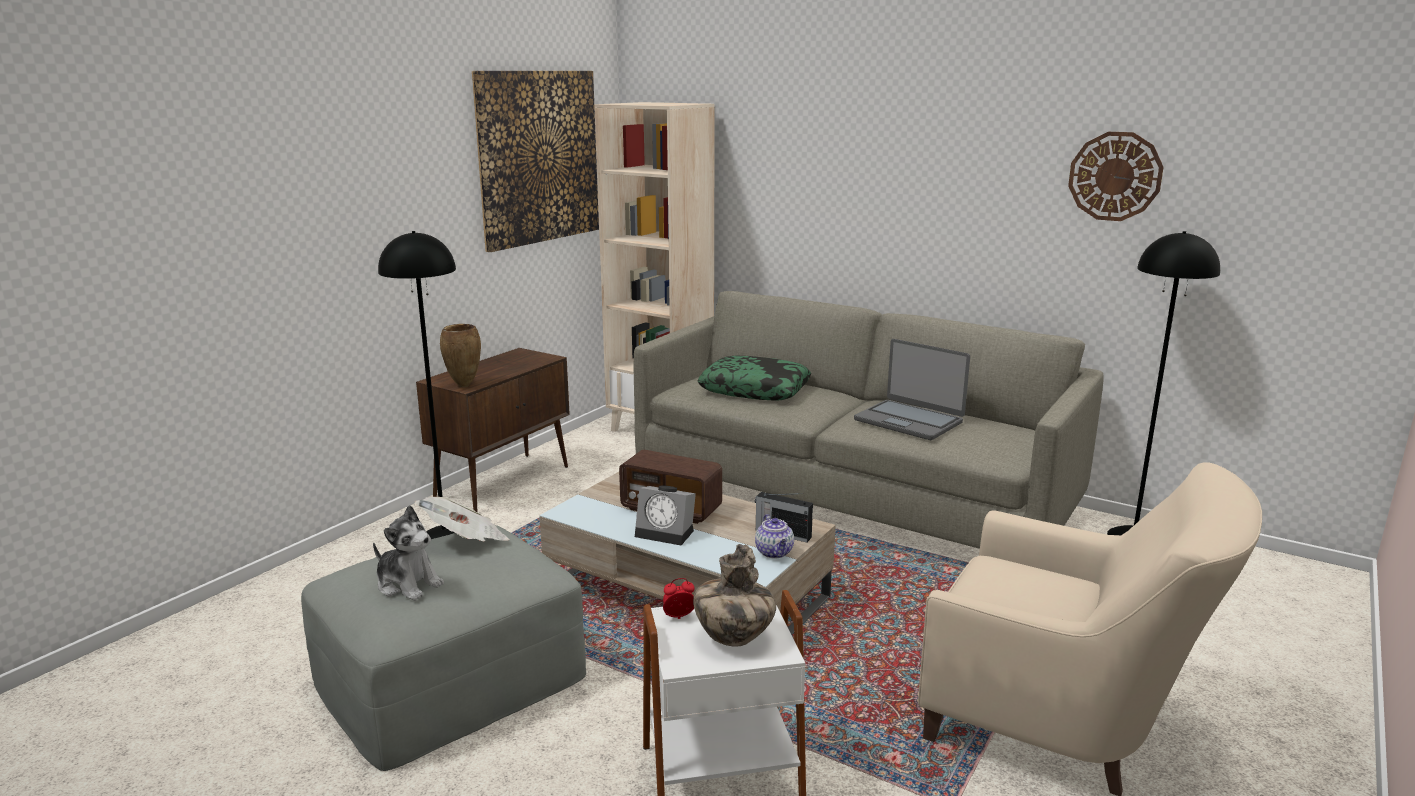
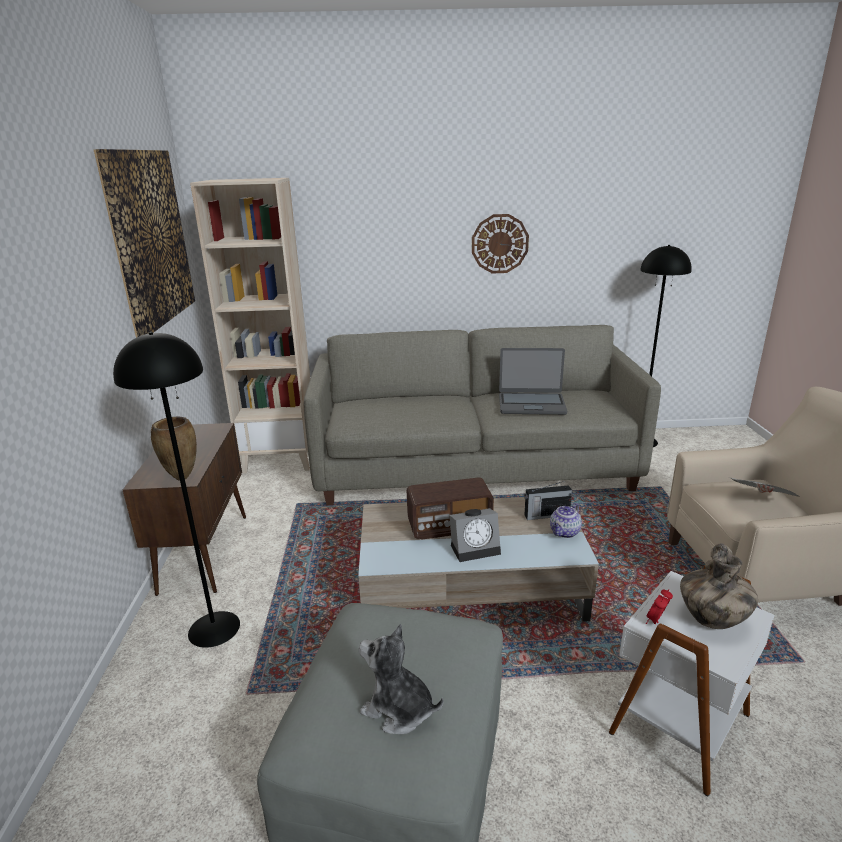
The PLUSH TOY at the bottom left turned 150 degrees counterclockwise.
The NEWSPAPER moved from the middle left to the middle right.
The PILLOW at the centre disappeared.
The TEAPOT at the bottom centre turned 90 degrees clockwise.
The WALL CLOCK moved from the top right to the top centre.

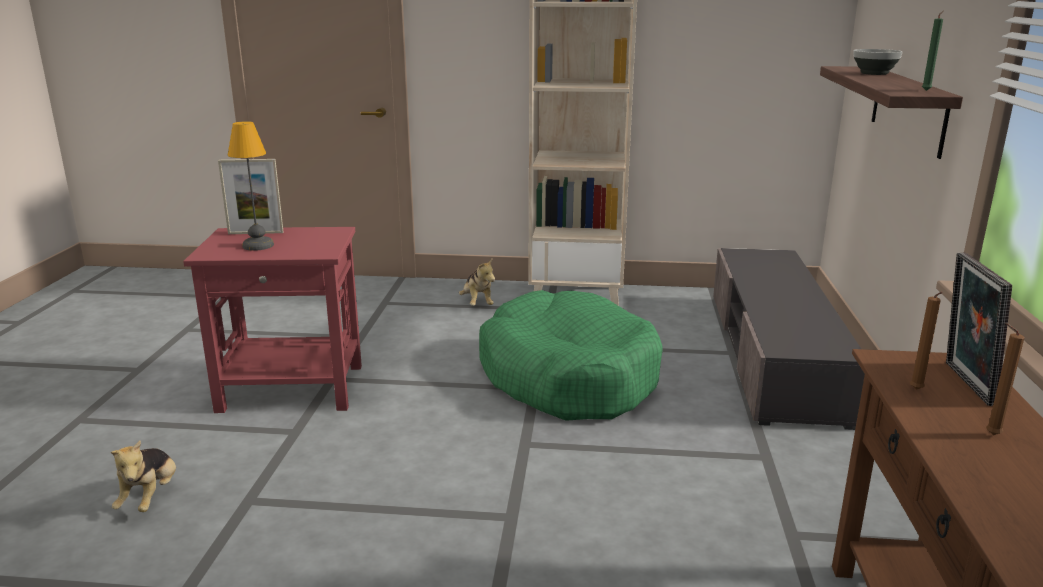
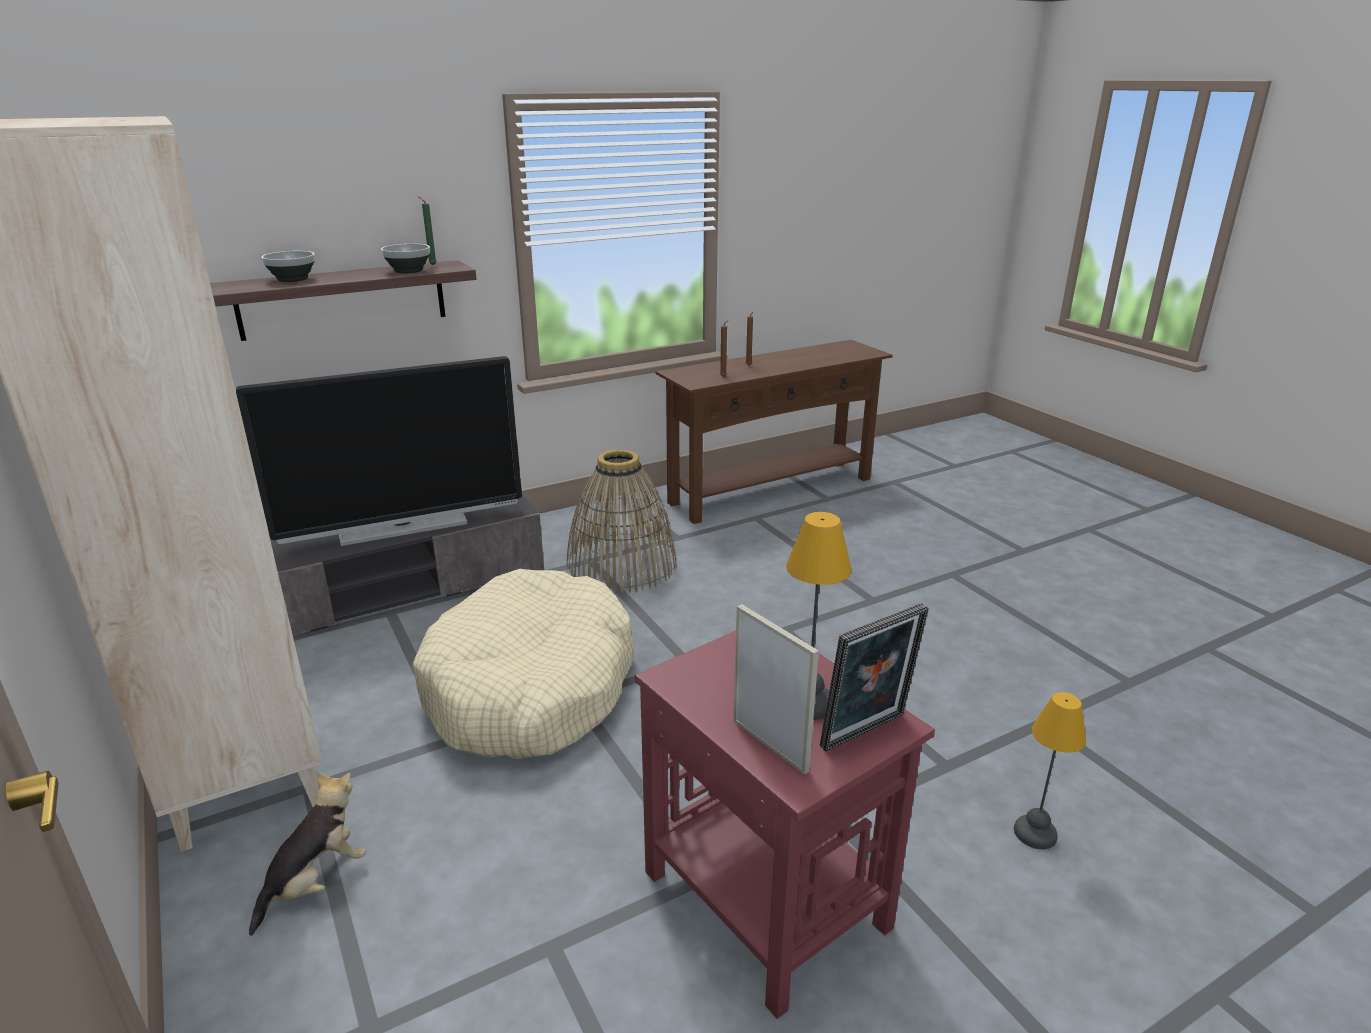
The PLUSH TOY (1st from left) at the bottom left was replaced by the TABLE LAMP (2nd from left) at the bottom right.
The GREEN DOG BED at the centre became the BEIGE DOG BED at the centre.
The PICTURE FRAME (2nd from left) moved from the middle right to the centre.
The TELEVISION at the middle left appeared.
The BOWL (2nd from left) at the top left appeared.
The BASKET at the centre appeared.

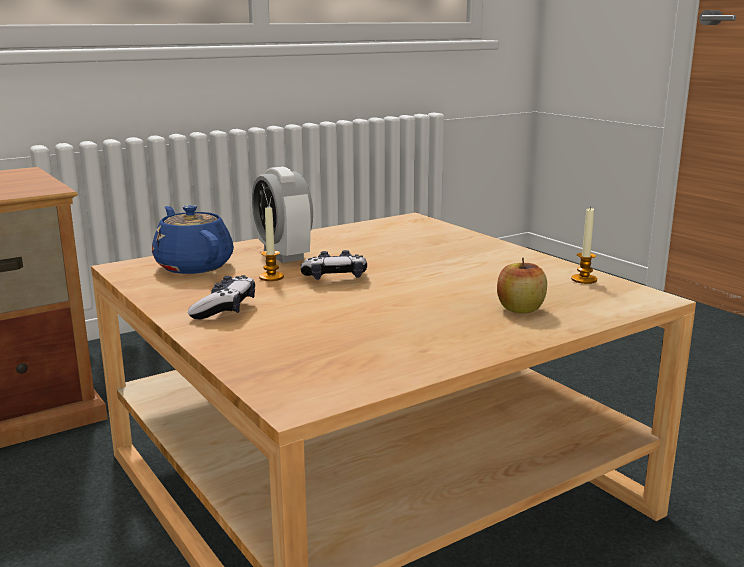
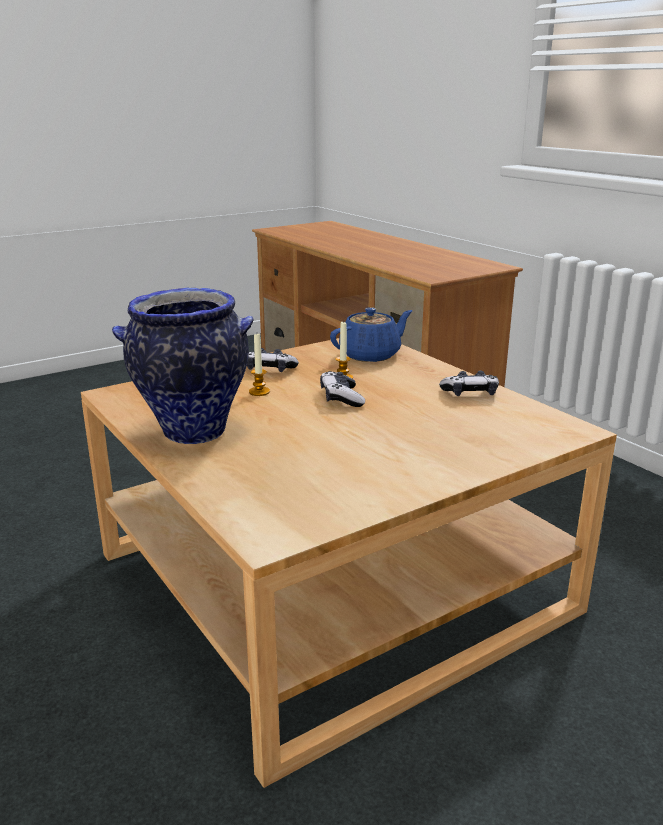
The ALARM CLOCK at the centre disappeared.
The APPLE at the middle right disappeared.
The CANDLE (2nd from left in the first image) moved from the middle right to the centre.
The VASE at the middle left appeared.
The GAME CONTROLLER (3rd from left) at the middle right appeared.

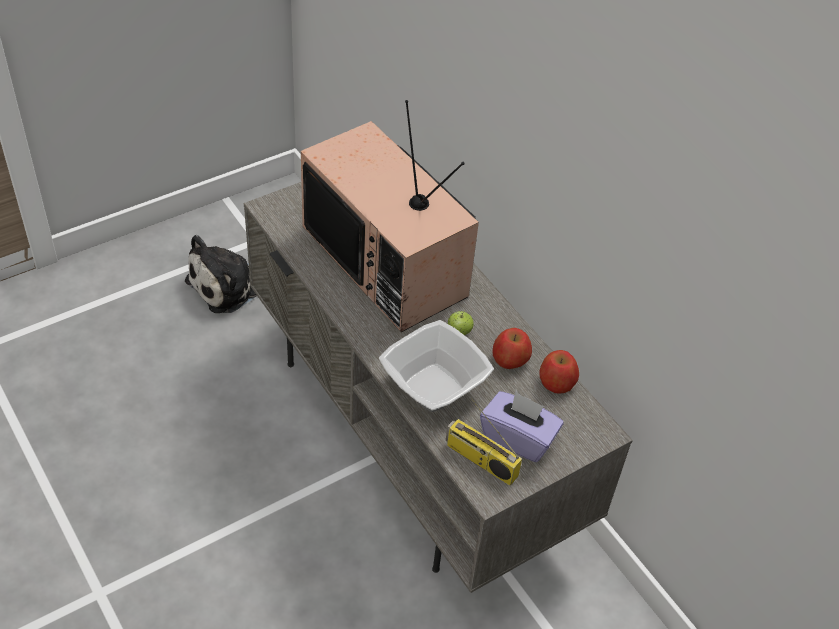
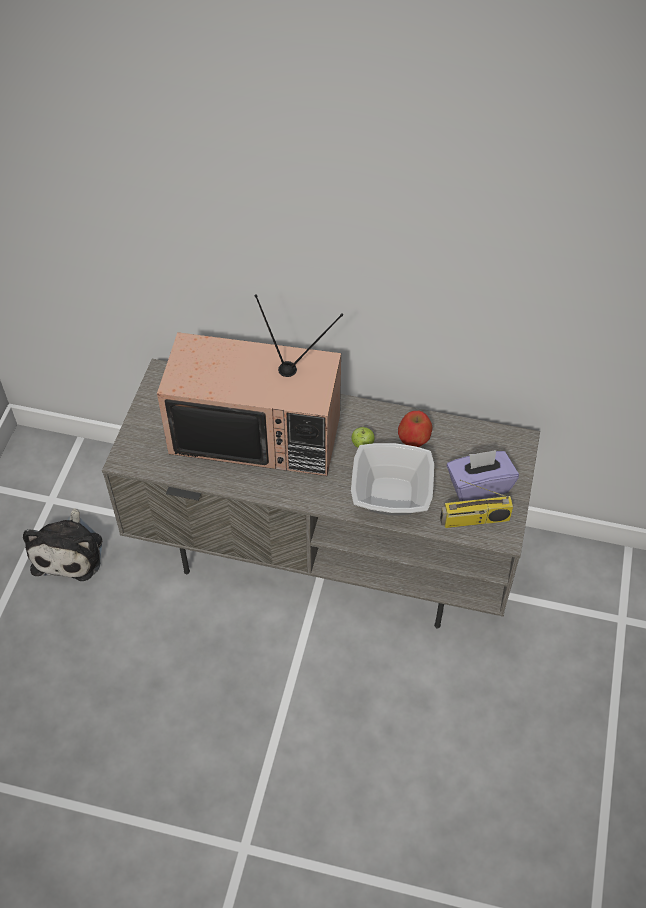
The APPLE (3rd from left) at the centre disappeared.

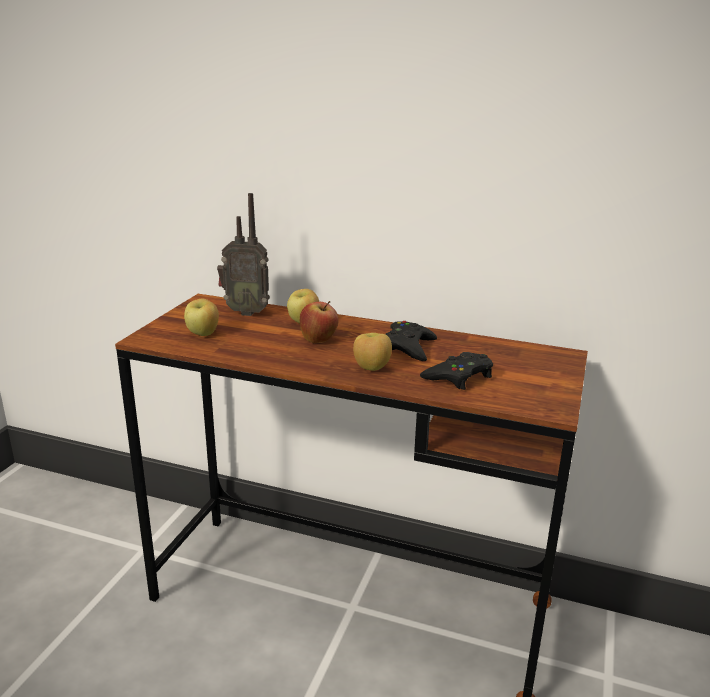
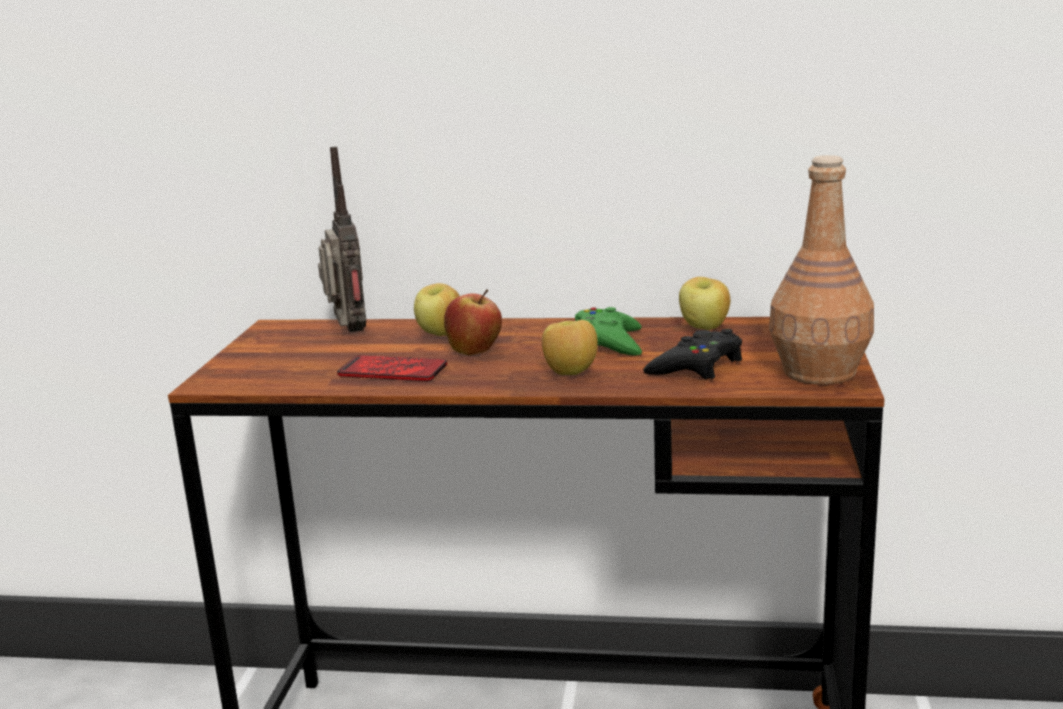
The APPLE (1st from left in the first image) moved from the middle left to the centre.
The RADIO at the centre turned 105 degrees counterclockwise.
The BLACK GAME CONTROLLER (1st from left) at the centre became the GREEN GAME CONTROLLER at the centre.
The PHONE at the centre appeared.
The BROWN BOTTLE at the middle right appeared.

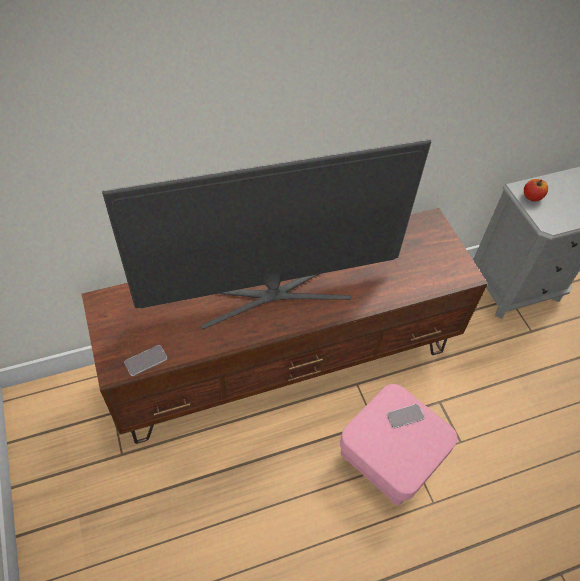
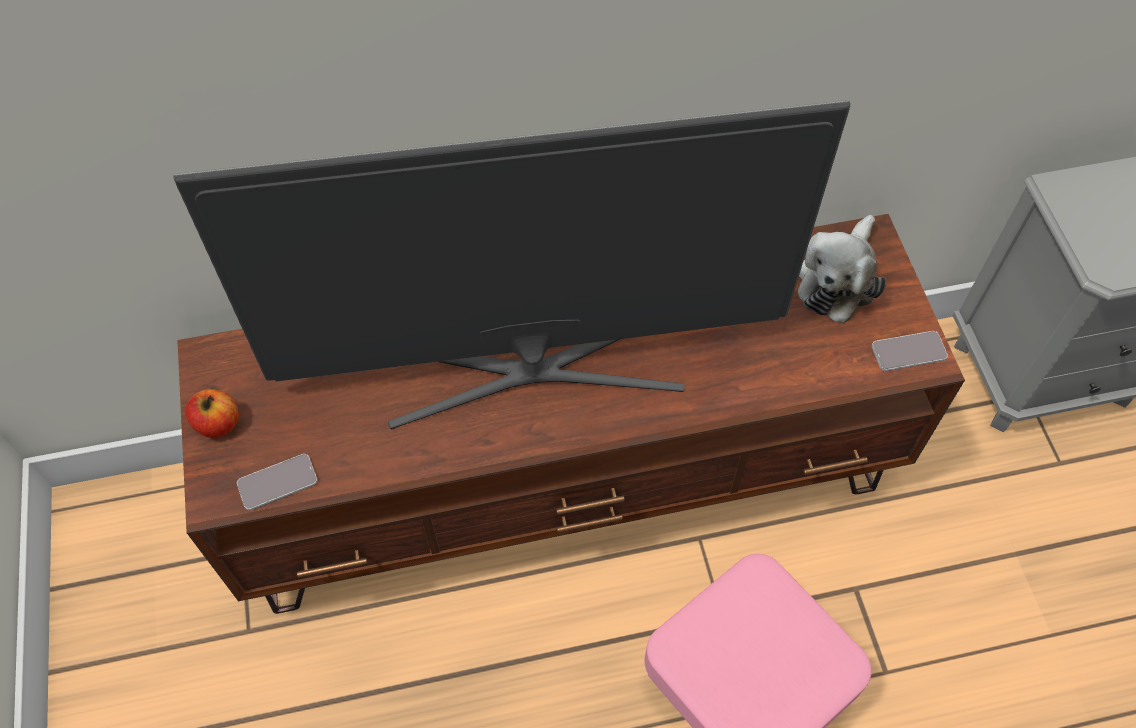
The PHONE (2nd from left) moved from the bottom right to the middle right.
The APPLE moved from the top right to the middle left.
The PLUSH TOY at the middle right appeared.

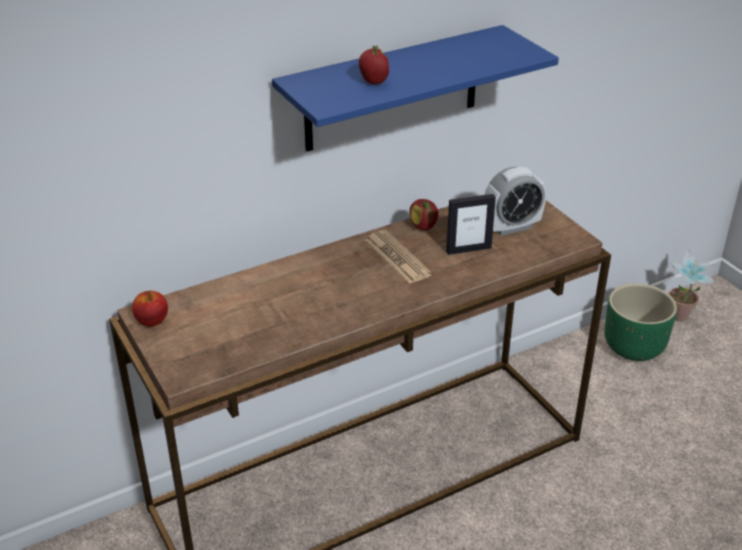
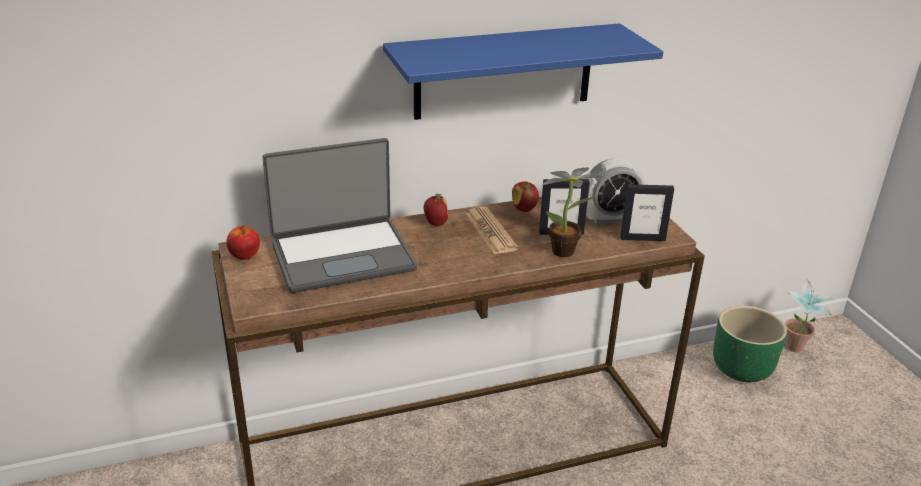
The APPLE (2nd from left) moved from the top centre to the centre.
The LAPTOP at the centre appeared.
The POTTED PLANT (1st from left) at the centre appeared.
The PICTURE FRAME (2nd from left) at the middle right appeared.

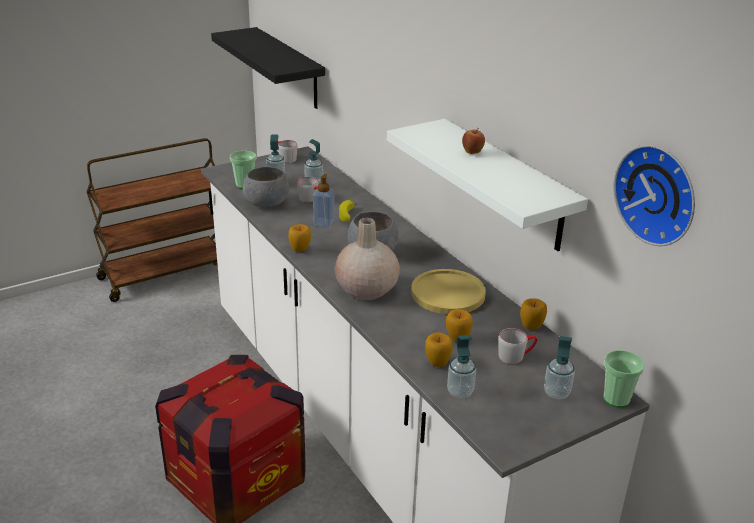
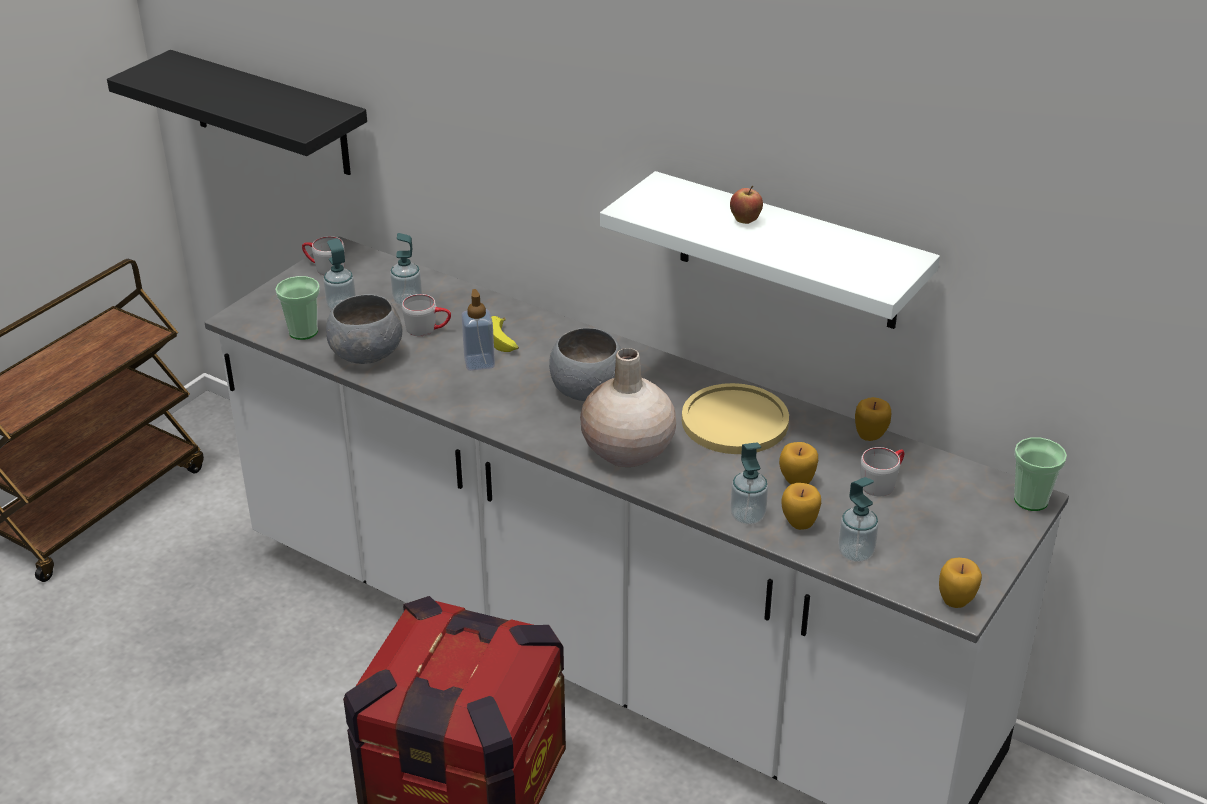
The APPLE (1st from left in the first image) moved from the centre to the bottom right.
The SOAP DISPENSER (5th from left in the first image) moved from the bottom right to the centre.
The WALL CLOCK at the middle right disappeared.

